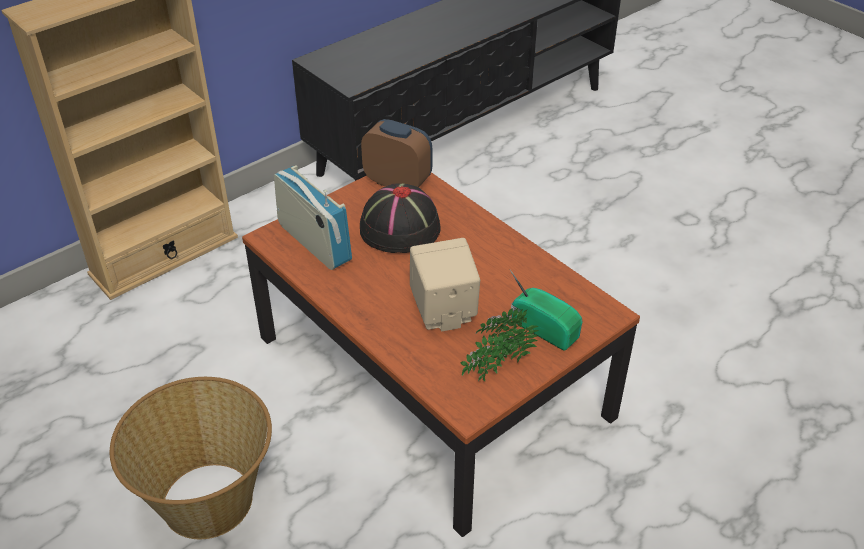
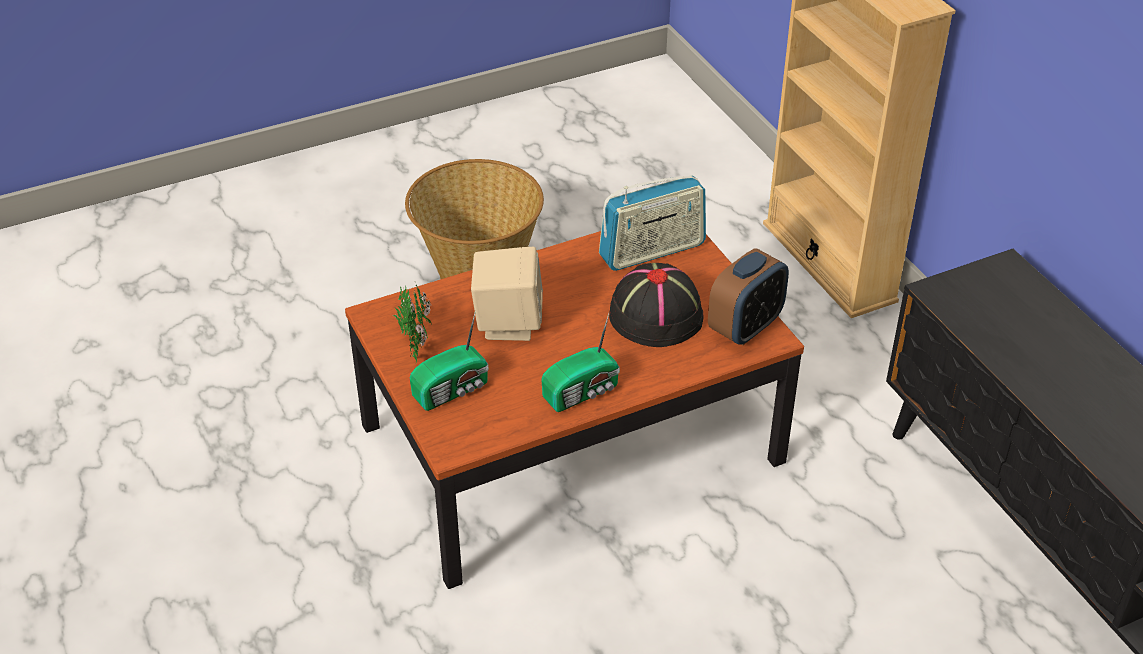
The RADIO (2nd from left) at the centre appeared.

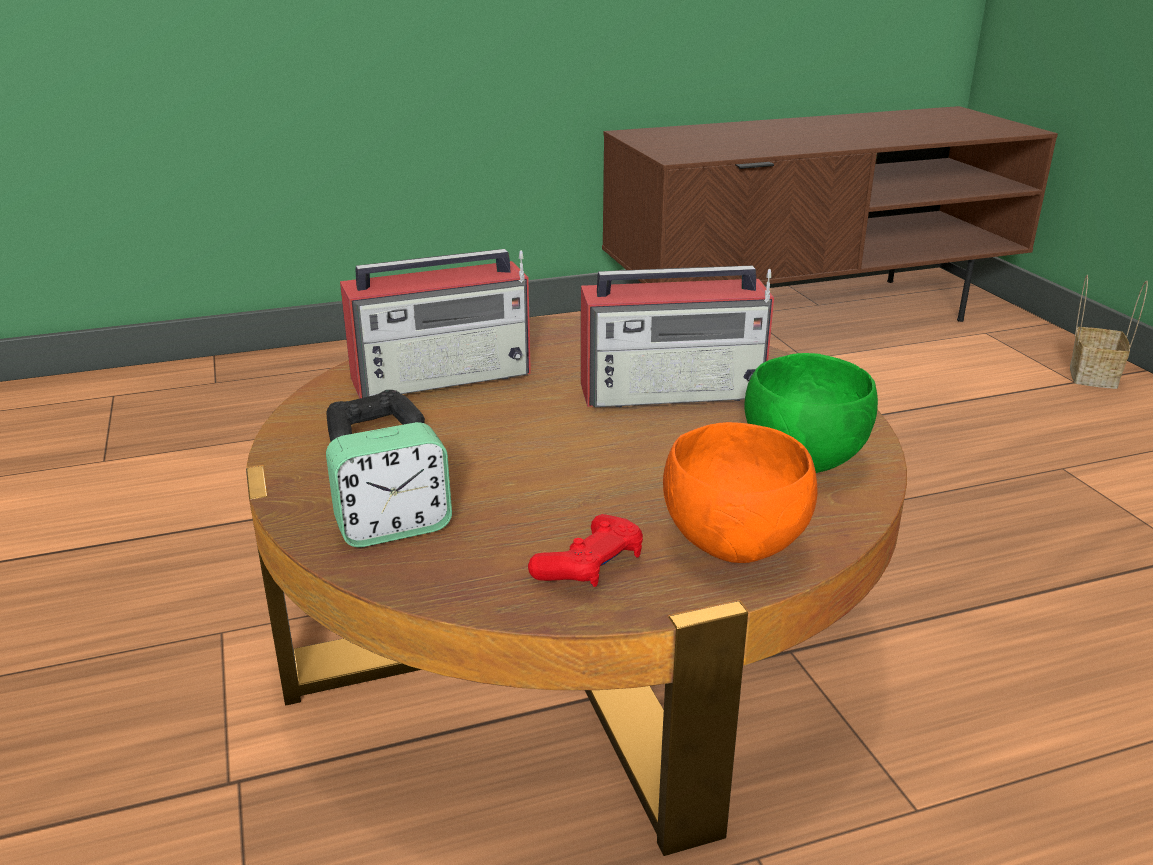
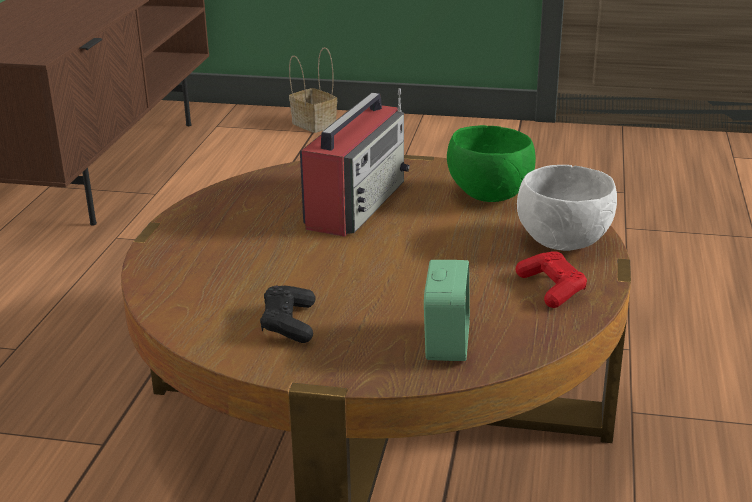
The RADIO (1st from left) at the centre disappeared.
The ORANGE BOWL at the centre became the WHITE BOWL at the middle right.

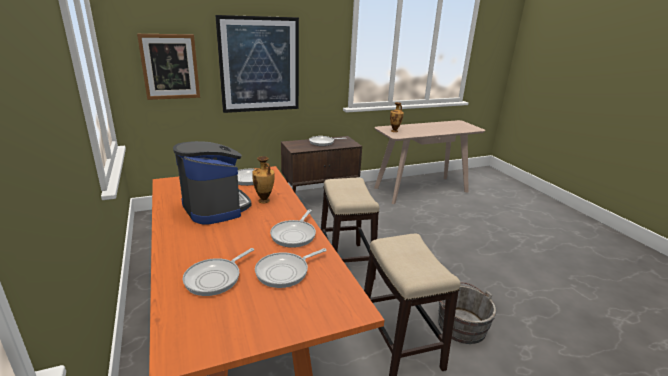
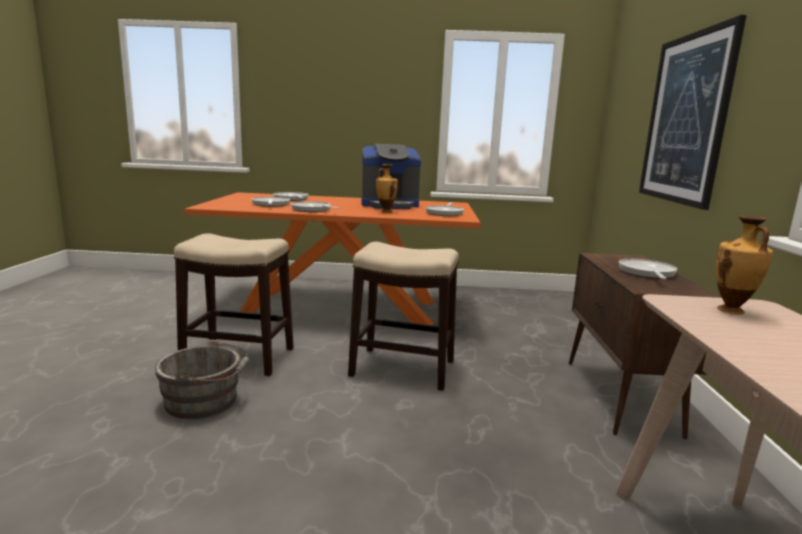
The PICTURE (1st from left) at the top left disappeared.

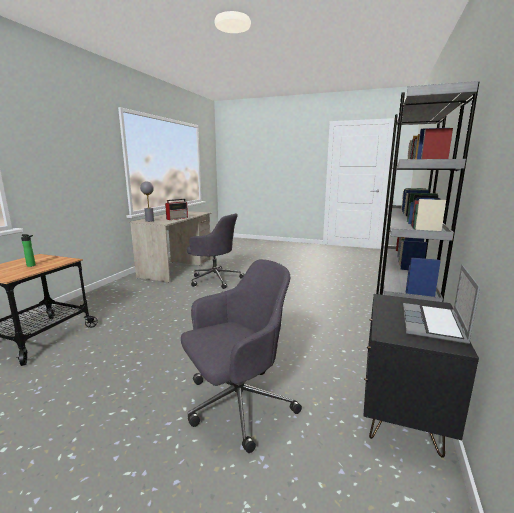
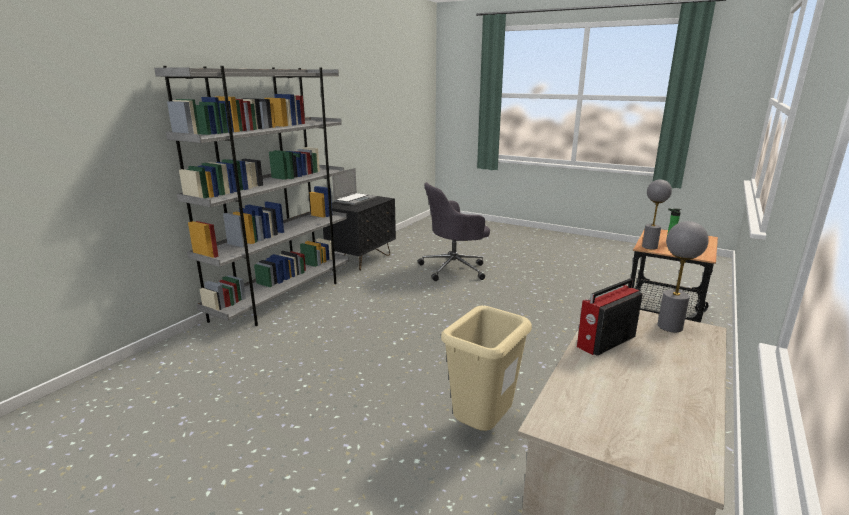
The GREY OFFICE CHAIR (1st from left) at the centre was replaced by the BEIGE TRASH CAN at the bottom centre.
The GREY TABLE LAMP (1st from left) at the middle right appeared.

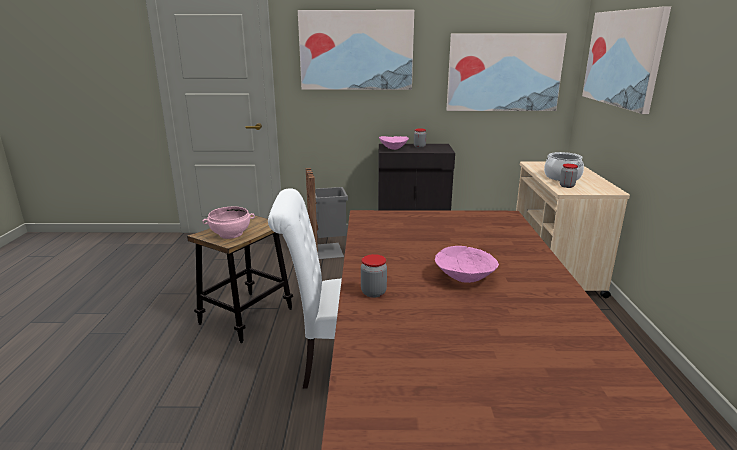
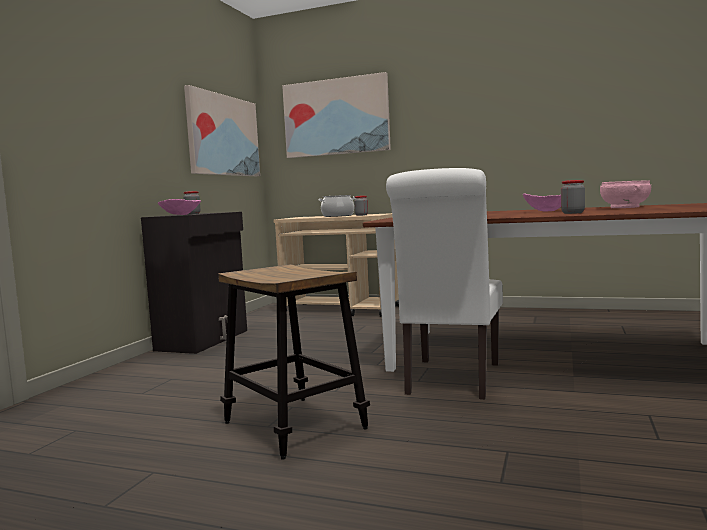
The PINK BOWL (1st from left in the first image) moved from the middle left to the middle right.
The PICTURE (1st from left) at the top centre disappeared.
The GREY TRASH CAN at the centre disappeared.

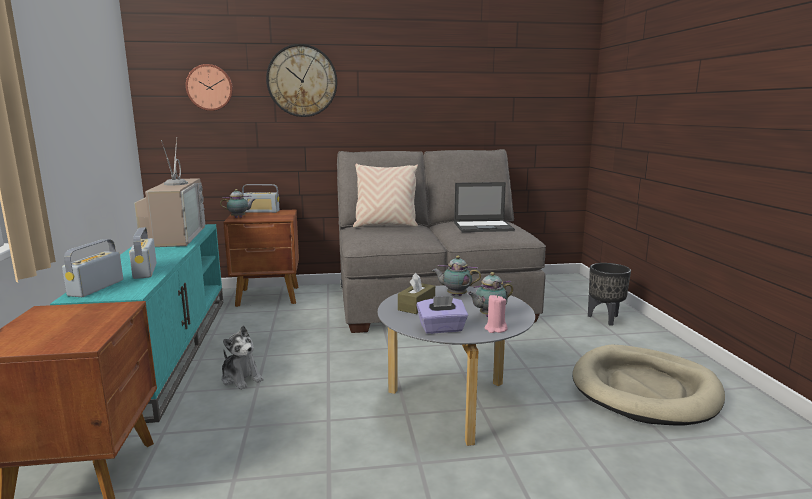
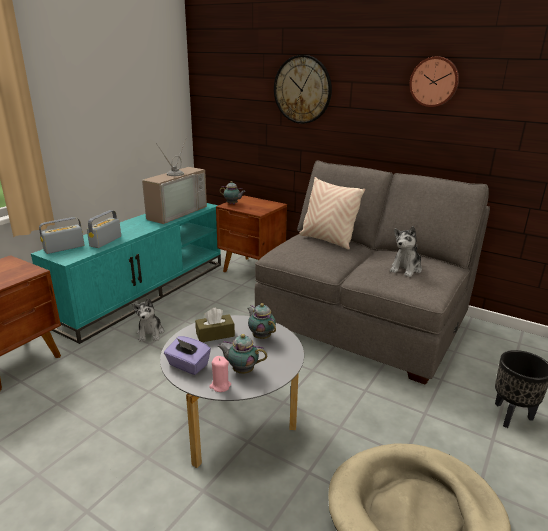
The WALL CLOCK (1st from left in the first image) moved from the top left to the top right.
The RADIO (3rd from left) at the middle left disappeared.
The LAPTOP at the centre was replaced by the PLUSH TOY (2nd from left) at the middle right.

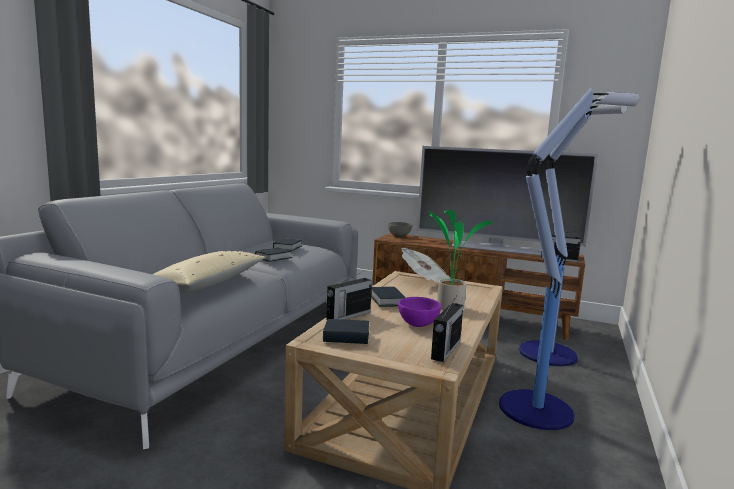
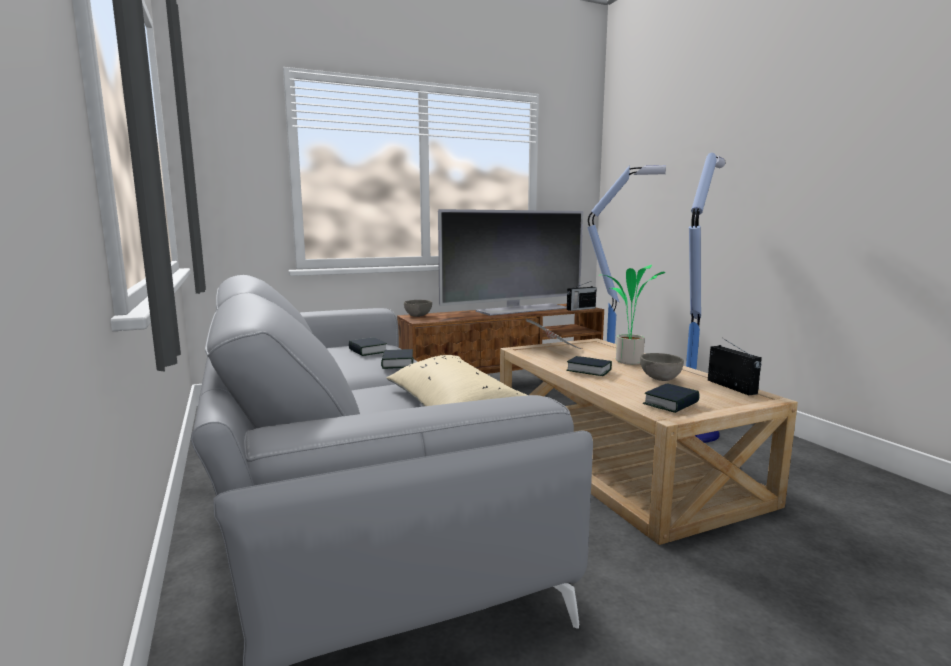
The RADIO (1st from left) at the centre disappeared.
The PURPLE BOWL at the centre became the GREY BOWL (2nd from left) at the middle right.

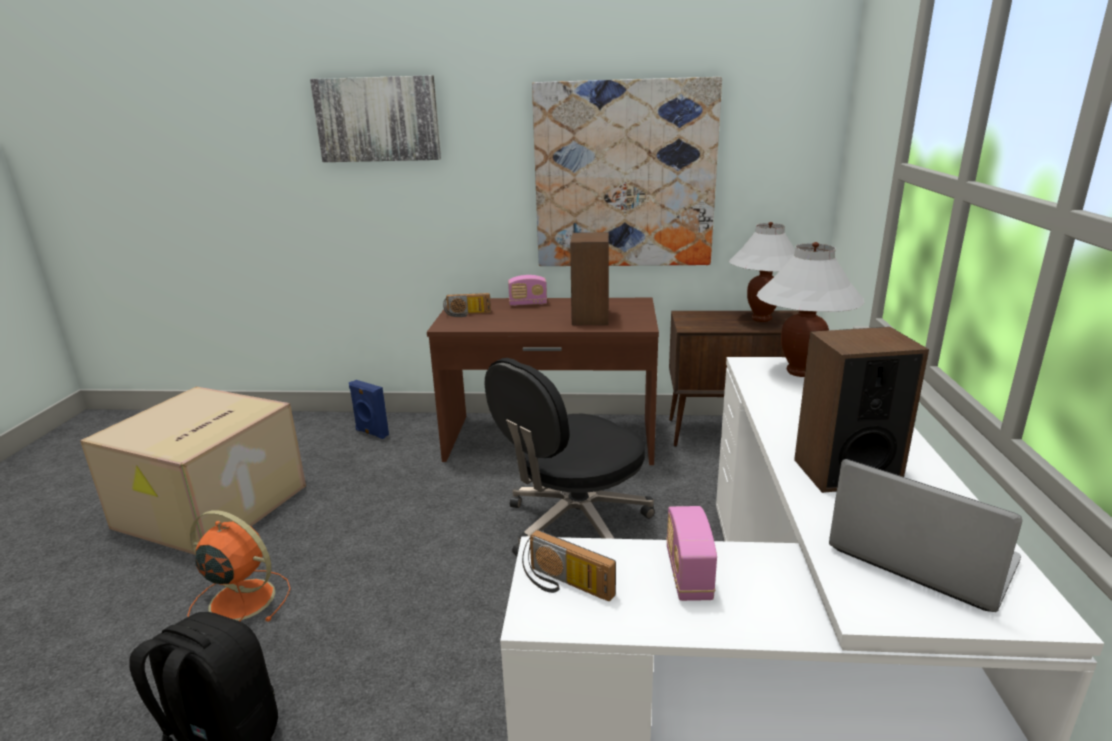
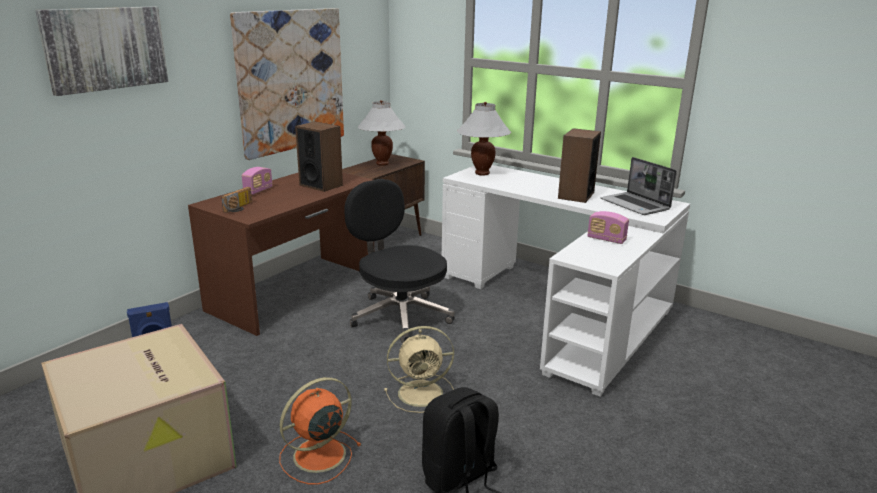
The BLACK OFFICE CHAIR at the centre turned 150 degrees clockwise.
The RADIO (3rd from left) at the bottom centre disappeared.
The LAPTOP at the bottom right turned 105 degrees counterclockwise.
The BEIGE FAN at the bottom centre appeared.

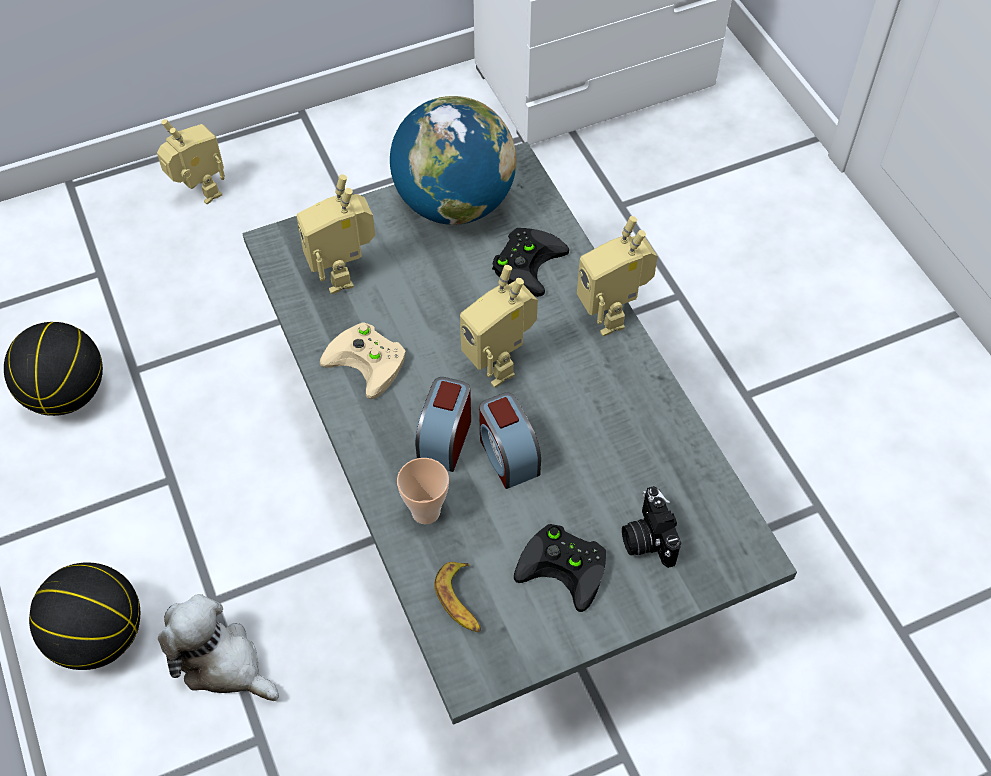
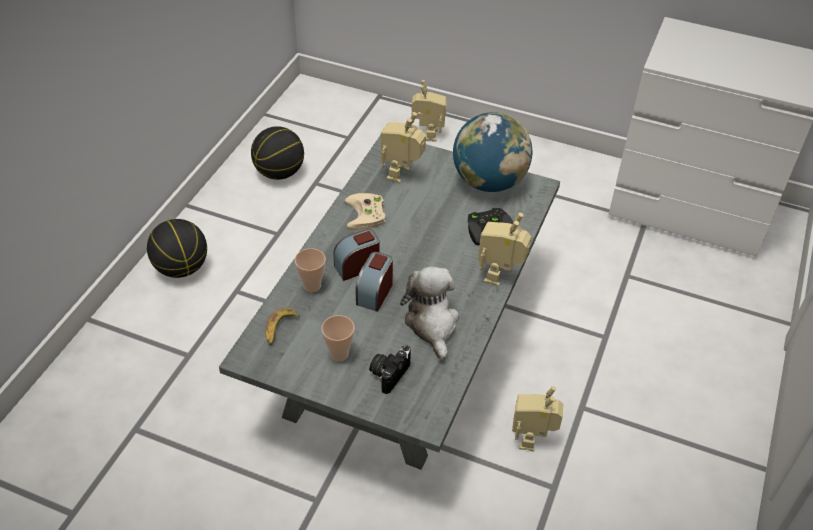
The PLUSH TOY moved from the bottom left to the centre.
The TOY ROBOT (3rd from left in the first image) moved from the centre to the bottom centre.
The BLACK GAME CONTROLLER (2nd from left) at the bottom centre was replaced by the CUP (2nd from left) at the centre.

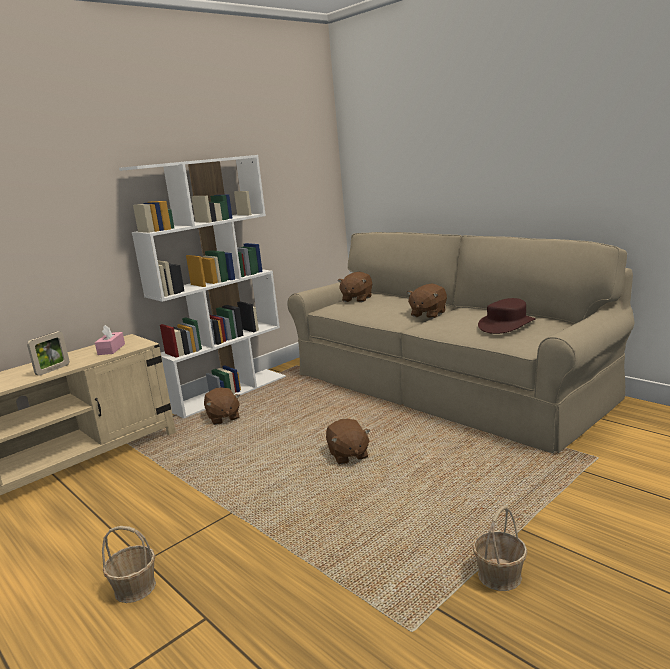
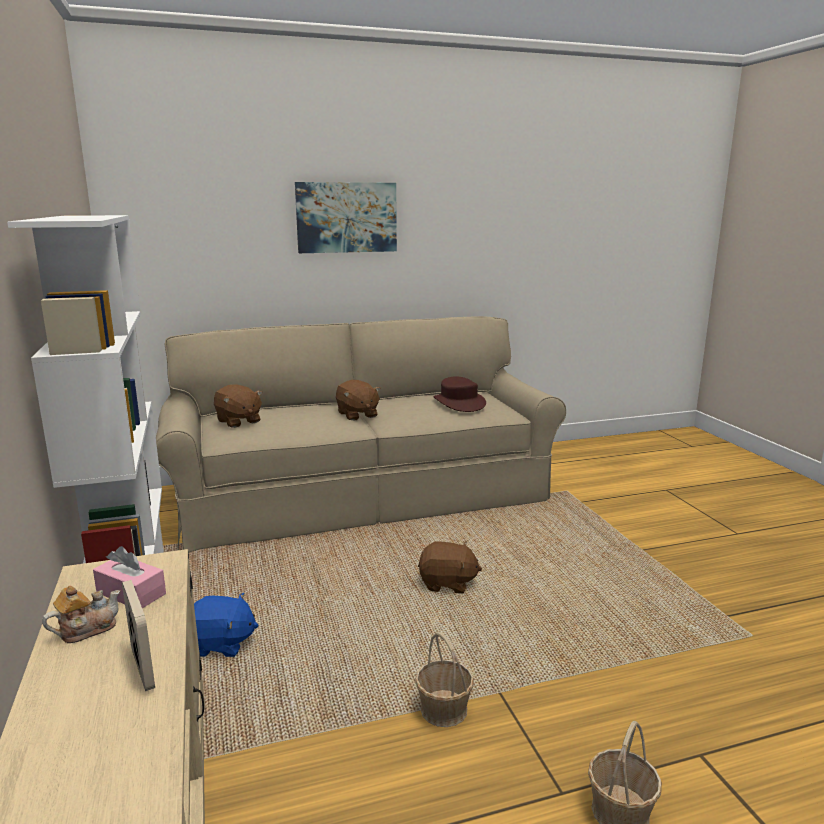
The BROWN PLUSH TOY (1st from left) at the middle left became the BLUE PLUSH TOY at the bottom left.
The BASKET (2nd from left in the first image) moved from the bottom right to the bottom centre.
The TEAPOT at the bottom left appeared.
The PICTURE at the top centre appeared.

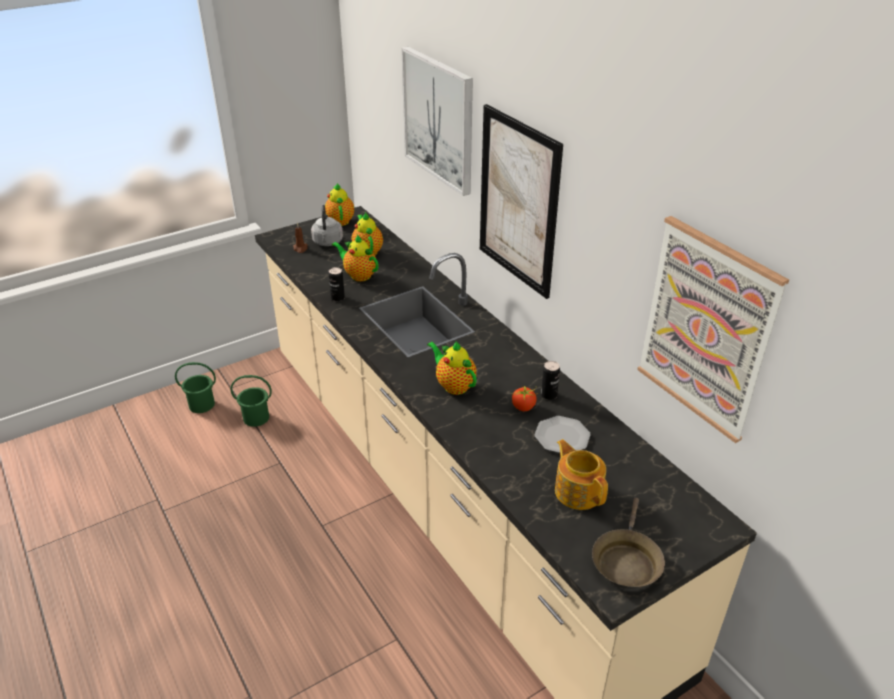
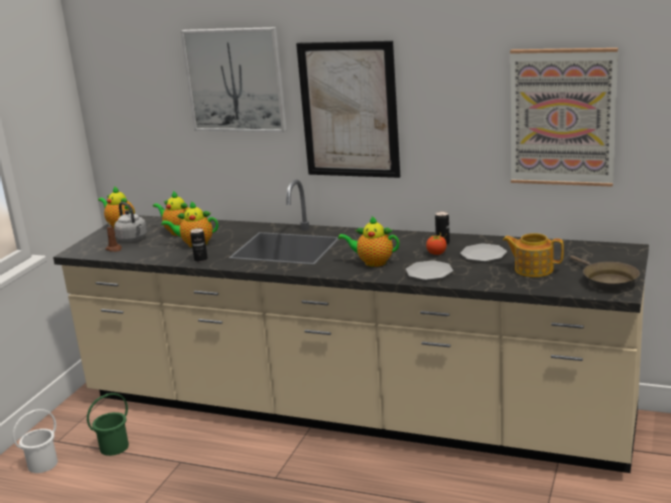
The GREEN BUCKET (1st from left) at the middle left became the WHITE BUCKET at the bottom left.
The PLATE (1st from left) at the centre appeared.

